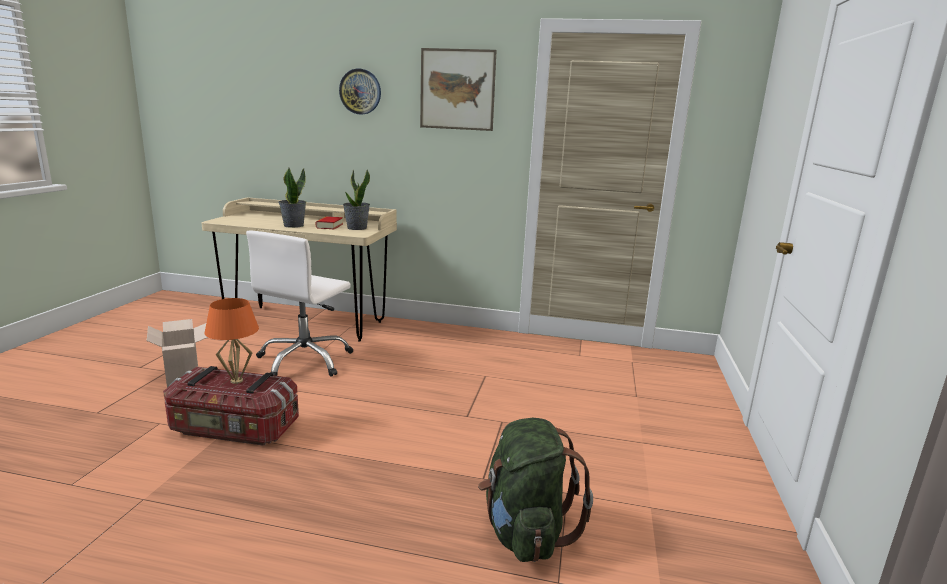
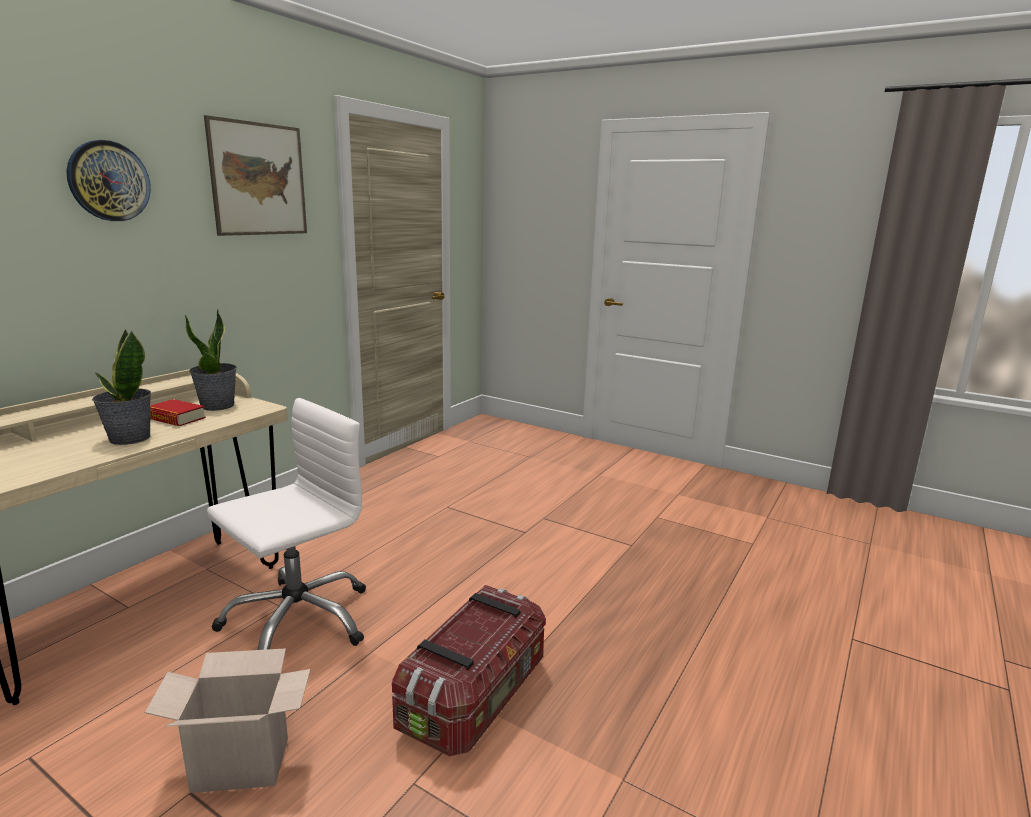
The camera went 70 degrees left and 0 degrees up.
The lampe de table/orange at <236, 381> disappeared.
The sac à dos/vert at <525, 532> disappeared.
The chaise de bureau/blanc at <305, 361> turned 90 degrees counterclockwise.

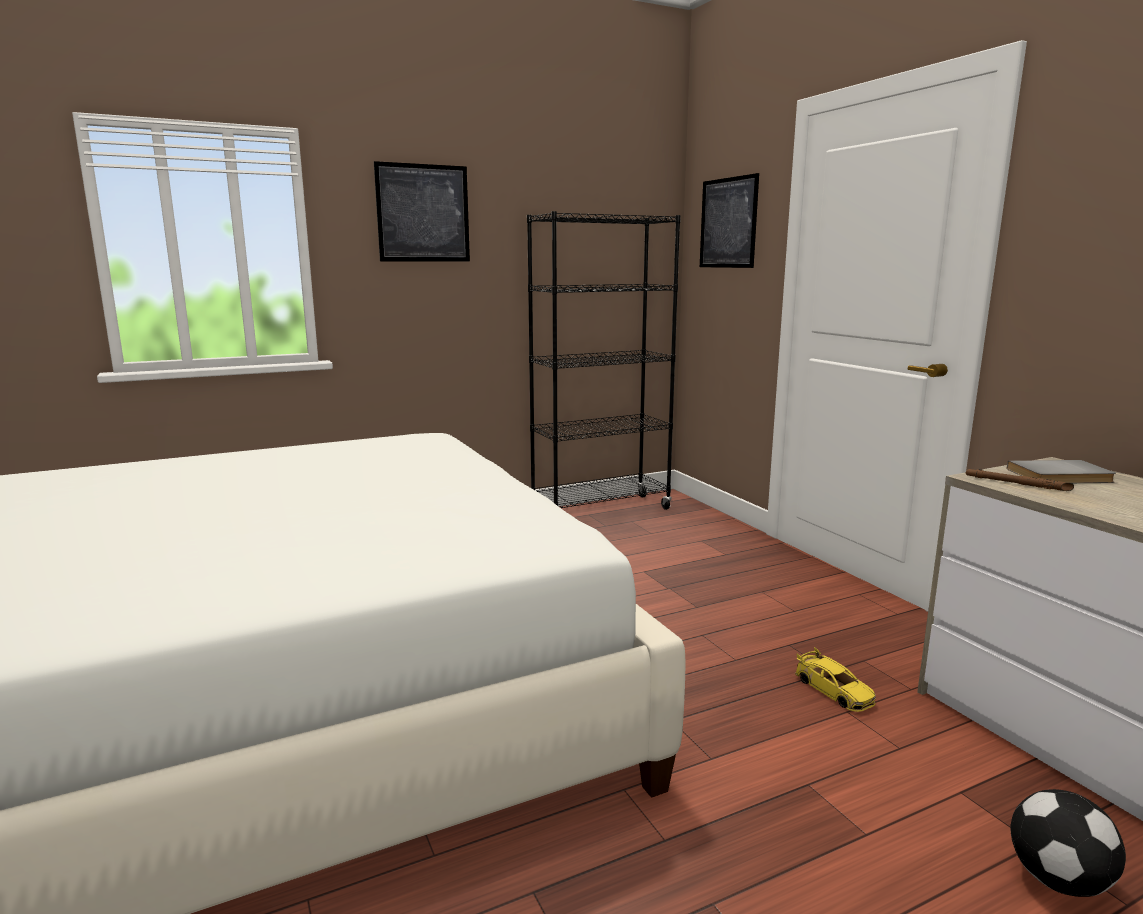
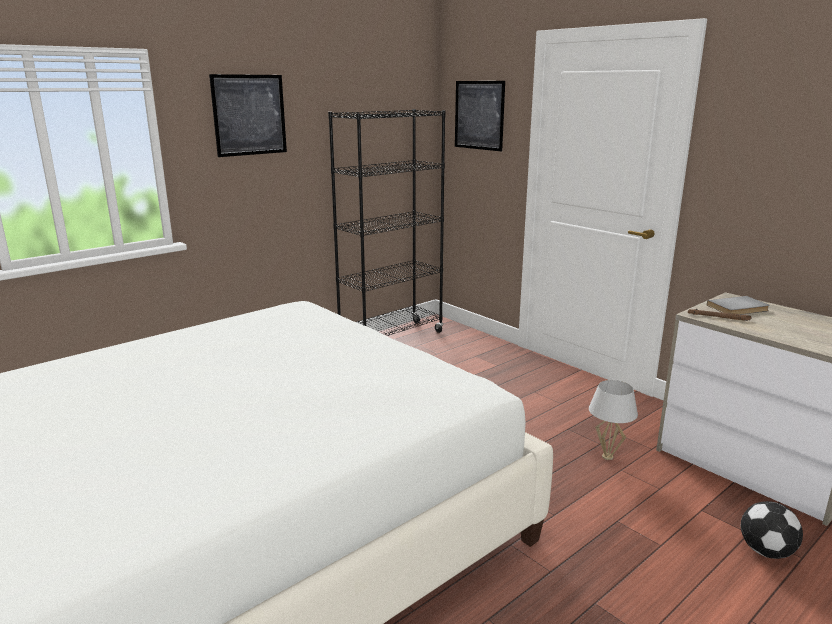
The camera went 15 degrees left and 5 degrees up.
The petite voiture/jaune at <833, 690> was replaced by the lampe de table/blanc at <607, 457>.

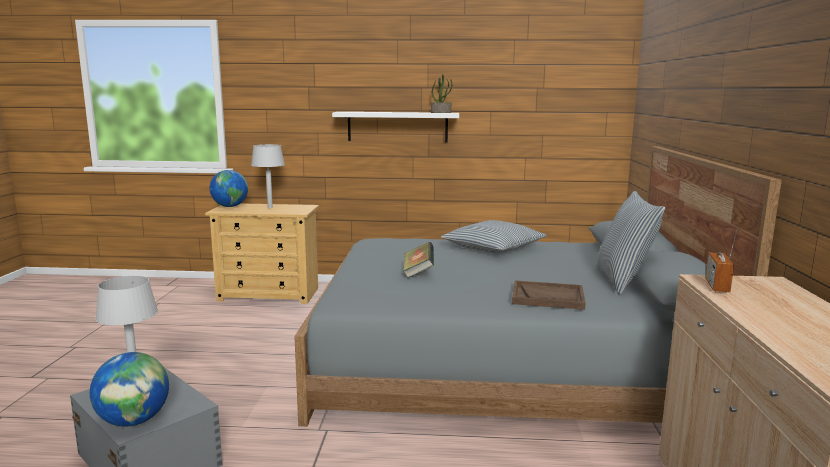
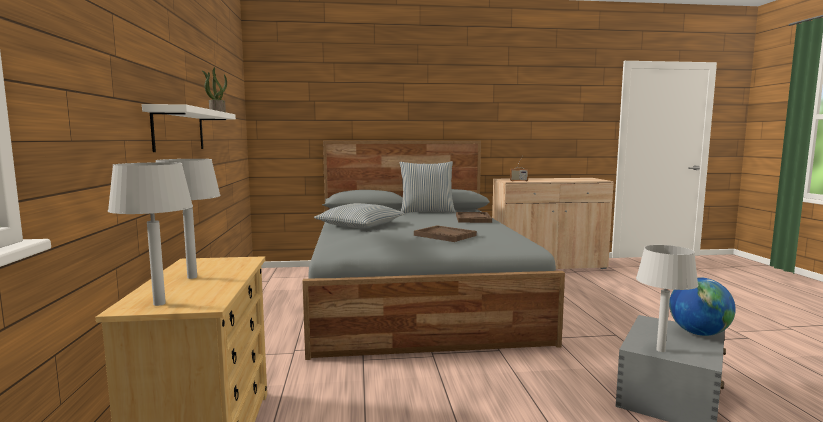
The camera went 100 degrees left and 5 degrees down.
The globe at <230, 206> was replaced by the lampe de table/gris at <159, 303>.
The livre at <418, 272> was replaced by the plateau/marron at <445, 235>.

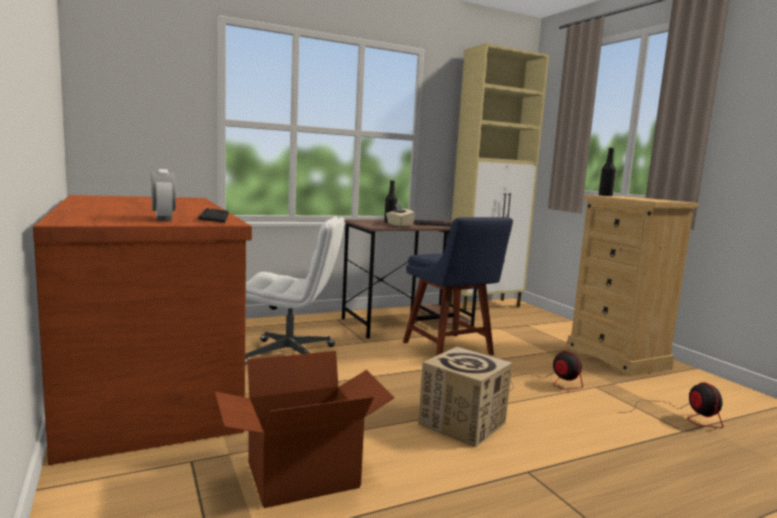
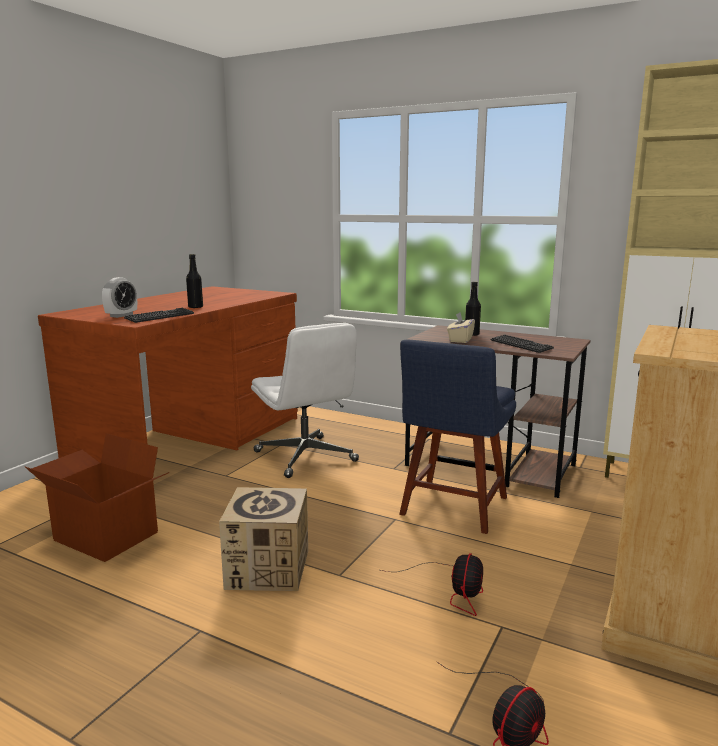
The camera went 55 degrees right and 5 degrees up.
The bouteille/noir moved from <605, 196> to <195, 307>.

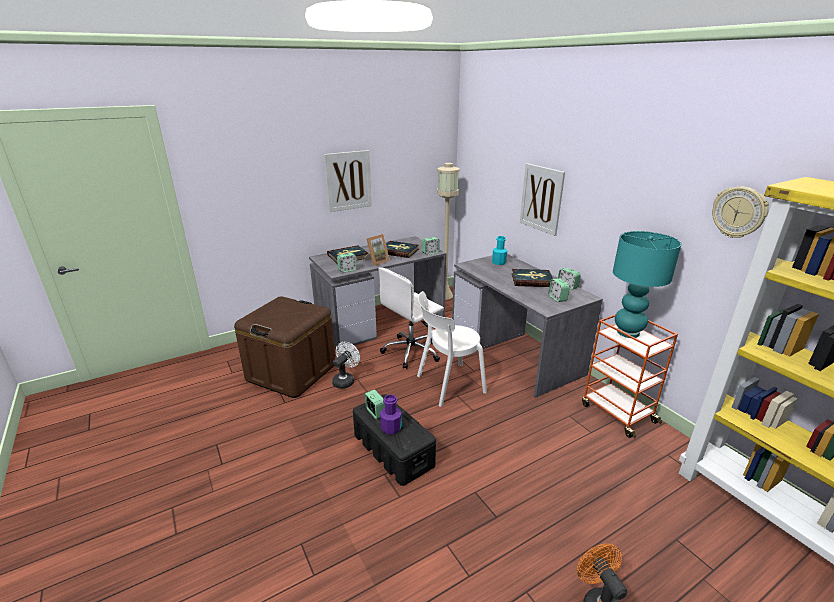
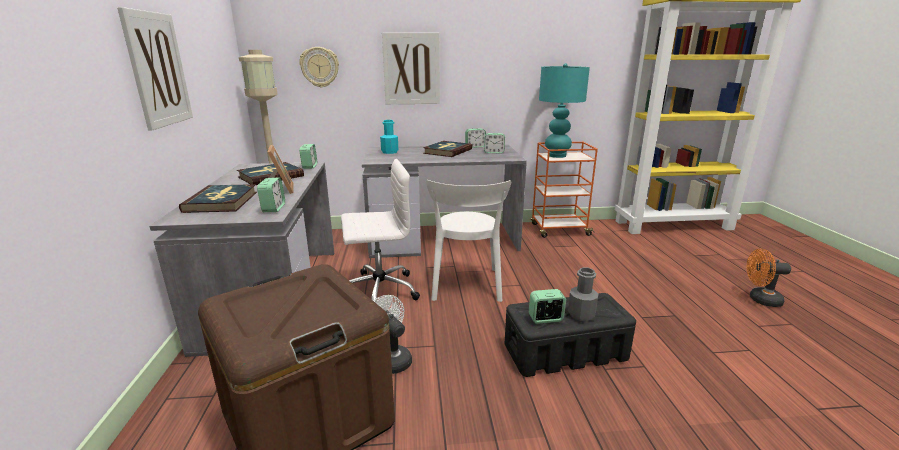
The camera went 65 degrees left and 5 degrees down.
The horloge murale moved from <739, 212> to <319, 67>.
The bouteille/violet at <391, 428> became the bouteille/gris at <581, 314>.
The chaise de bureau/blanc at <412, 351> turned 90 degrees counterclockwise.

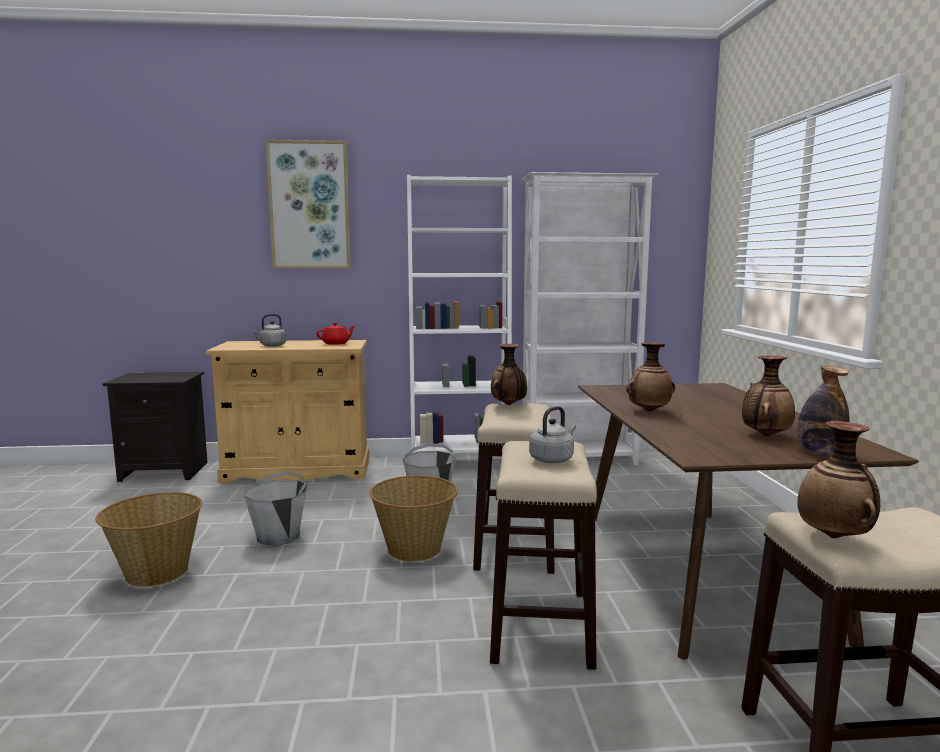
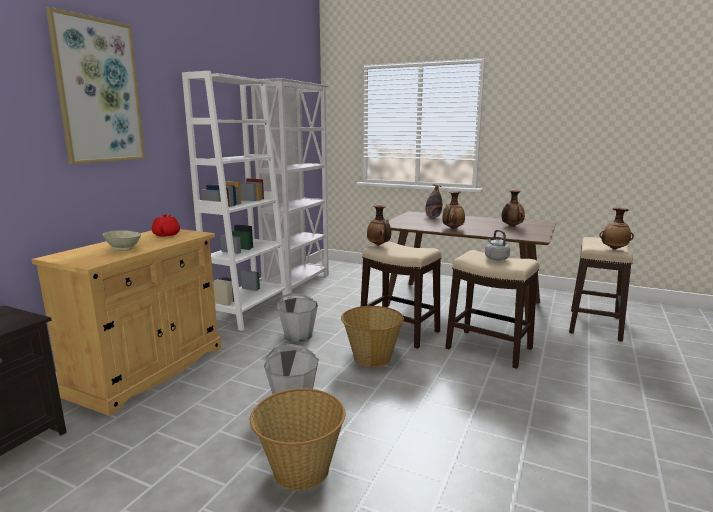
The camera went 60 degrees left and 5 degrees up.
The bouteille moved from <819, 453> to <433, 217>.
The bouilloire/gris at <271, 345> was replaced by the bol/beige at <124, 249>.

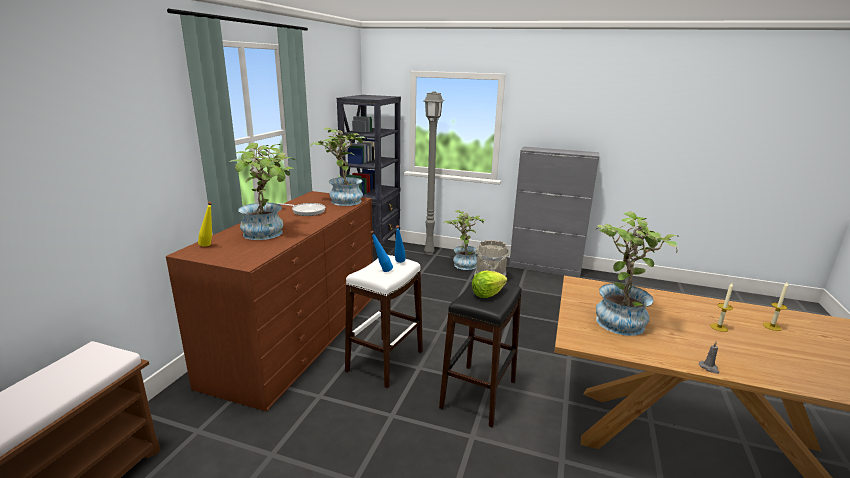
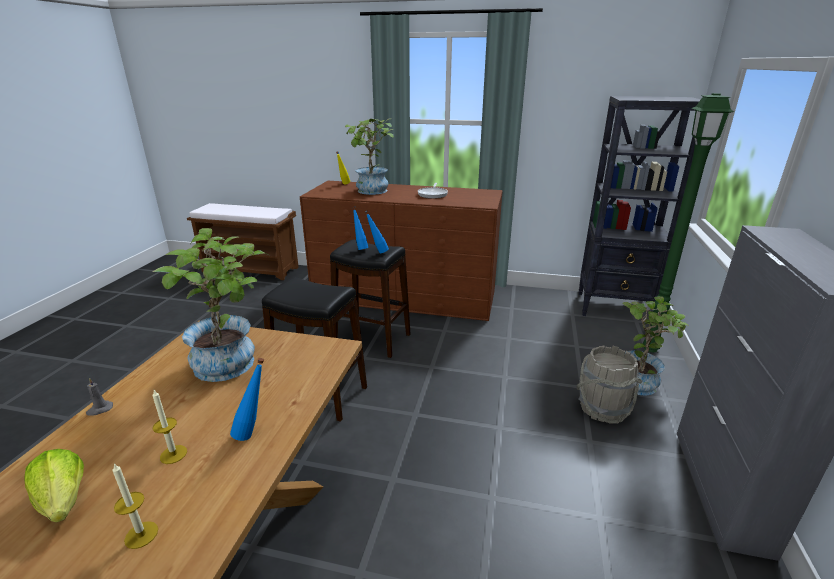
The camera went 85 degrees right and 5 degrees up.
The plante en pot at <342, 200> disappeared.
The bouteille/bleu at <254, 432> appeared.
The laitue moved from <487, 294> to <64, 501>.
The tabouret/blanc at <385, 361> became the tabouret/noir at <372, 339>.
The lampadaire/gris at <430, 252> became the lampadaire/vert at <651, 349>.

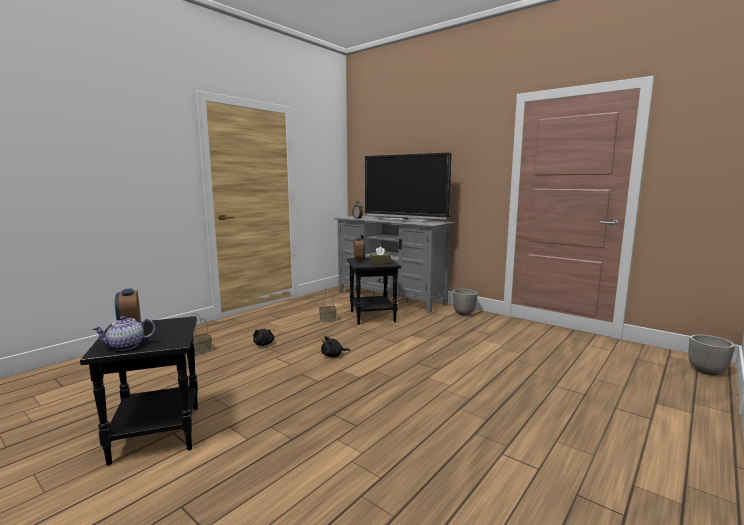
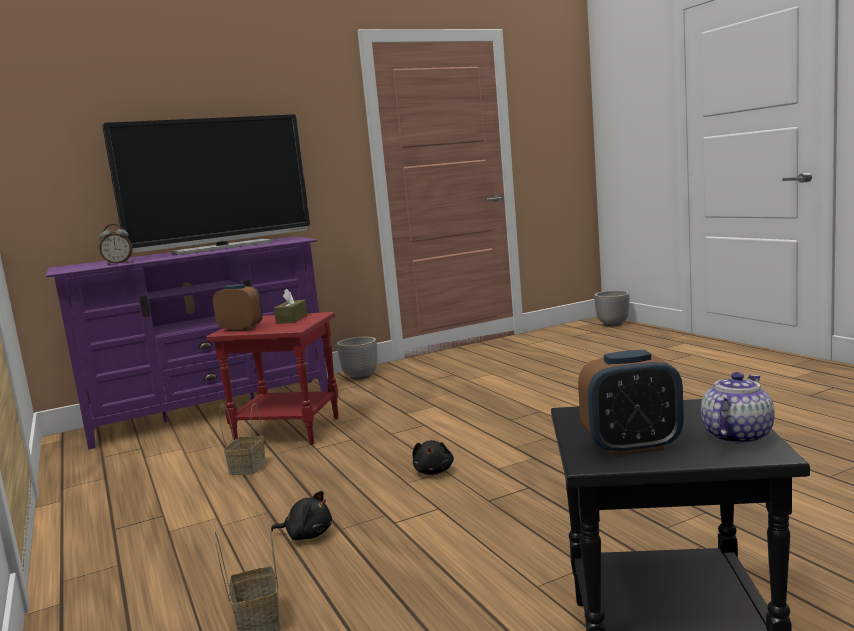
The camera went 65 degrees left and 0 degrees up.
The meuble télé/gris at <390, 298> became the meuble télé/violet at <211, 411>.
The table d'appoint/noir at <371, 316> became the table d'appoint/rouge at <286, 432>.
The théière at <126, 346> turned 135 degrees counterclockwise.

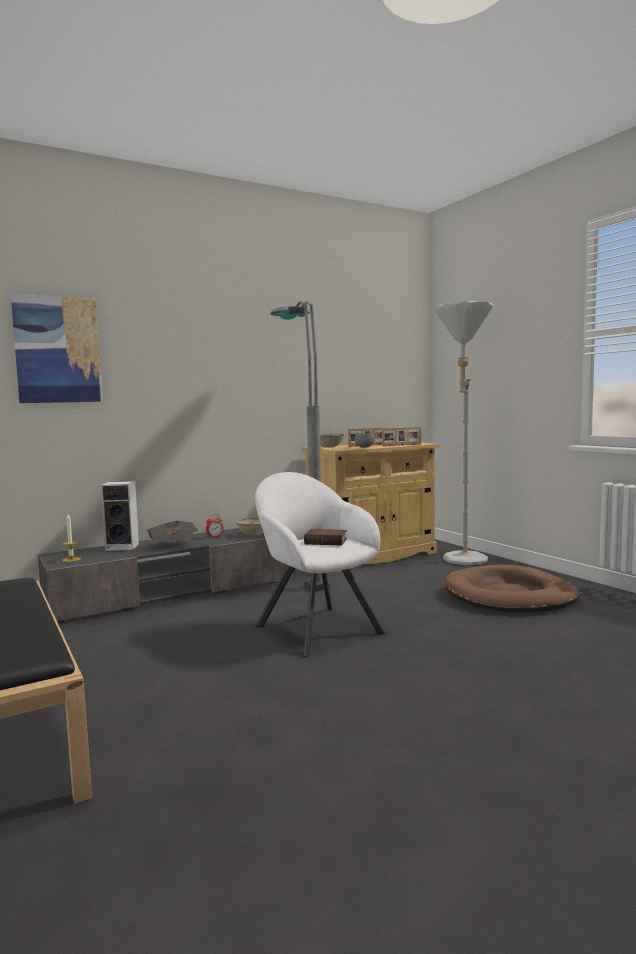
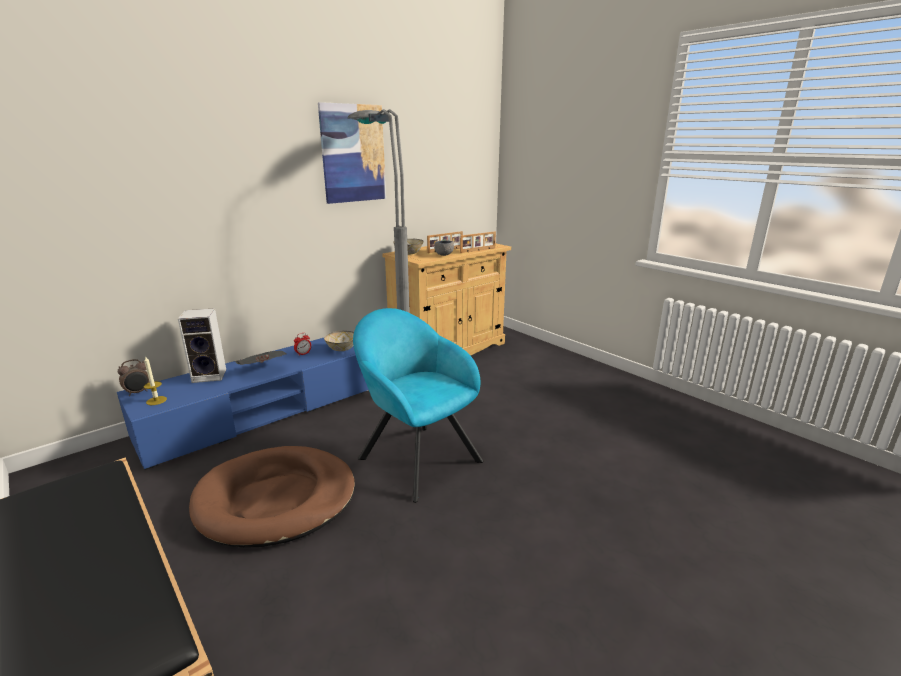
The camera went 10 degrees left and 15 degrees up.
The livre at <326, 541> disappeared.
The lampadaire/gris at <462, 562> disappeared.
The réveil at <138, 392> appeared.
The tableau moved from <58, 350> to <353, 154>.
The panier pour chien/marron moved from <510, 596> to <276, 499>.
The meuble télé/gris at <167, 593> became the meuble télé/bleu at <260, 413>.
The fauteuil/blanc at <315, 627> became the fauteuil/turquoise at <416, 456>.

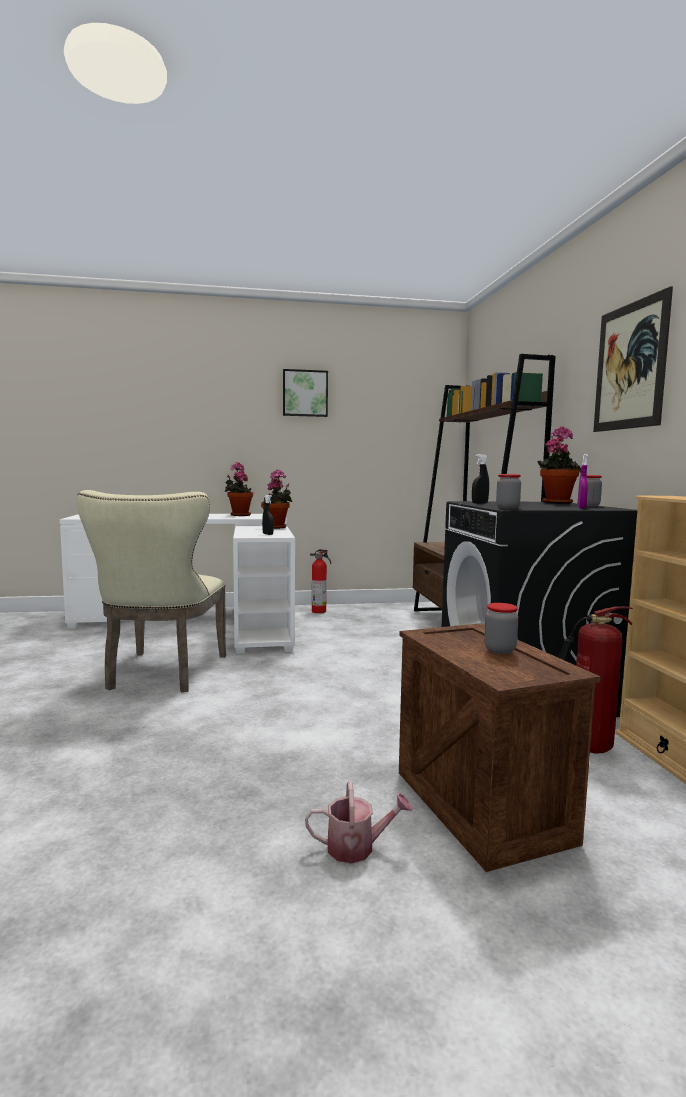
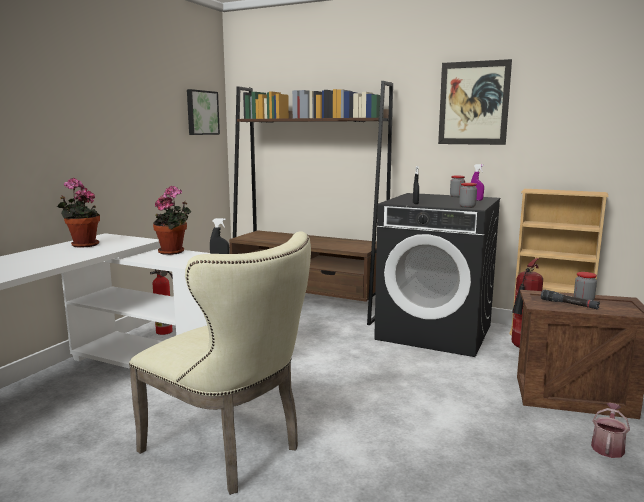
The camera went 55 degrees left and 5 degrees up.
The plante en pot at <556, 502> disappeared.
The lampe de poche/noir at <569, 304> appeared.
The tableau moved from <305, 393> to <201, 112>.

